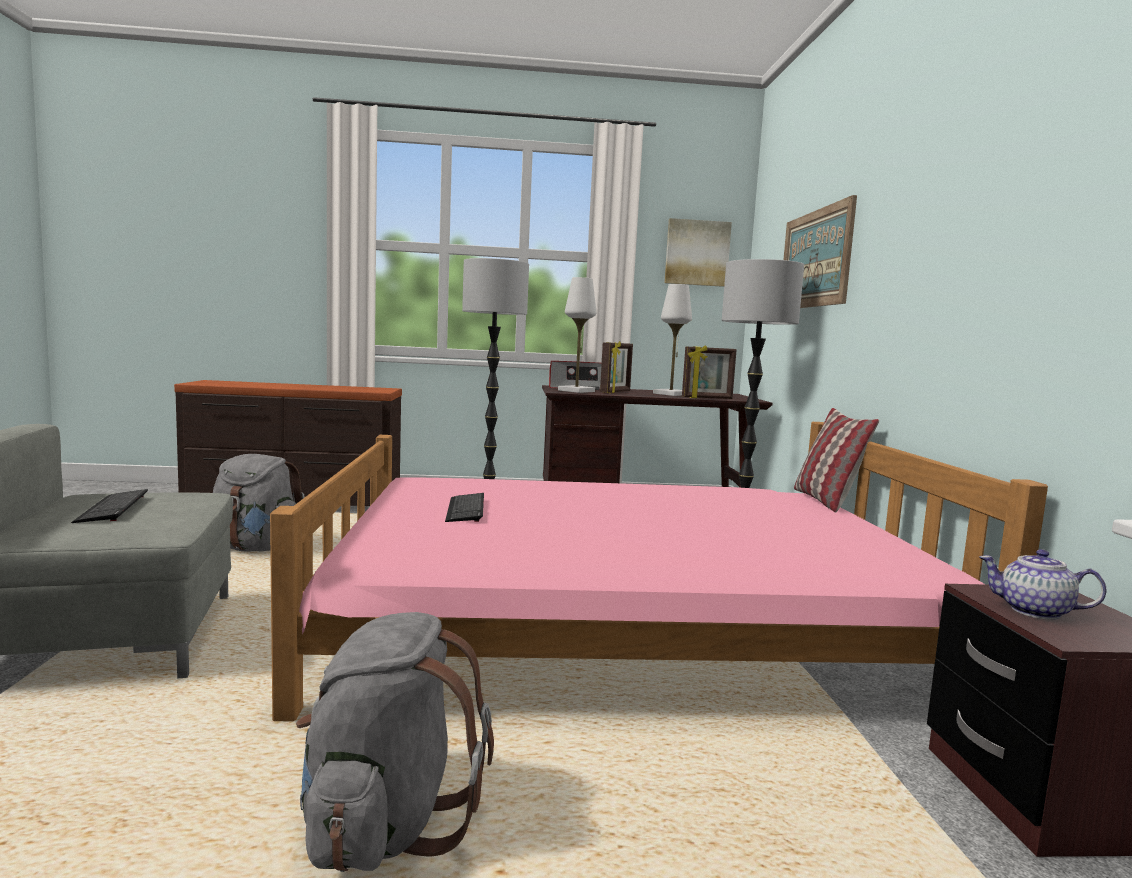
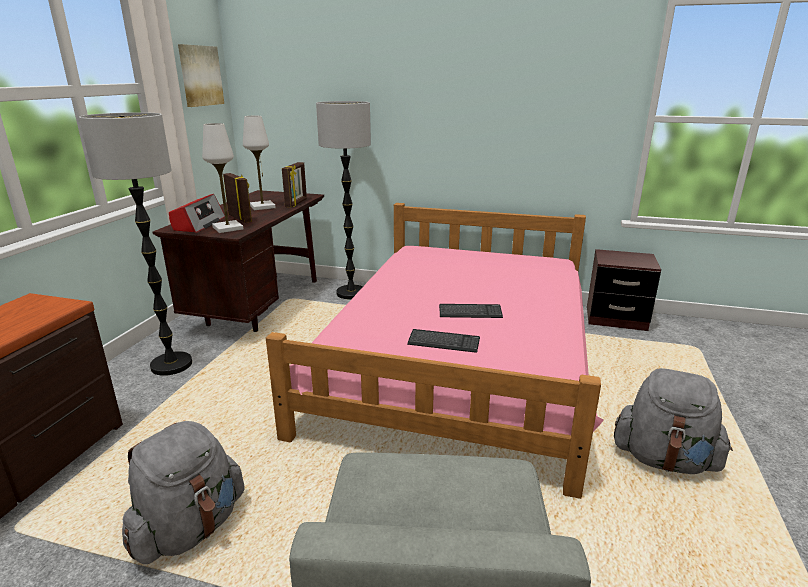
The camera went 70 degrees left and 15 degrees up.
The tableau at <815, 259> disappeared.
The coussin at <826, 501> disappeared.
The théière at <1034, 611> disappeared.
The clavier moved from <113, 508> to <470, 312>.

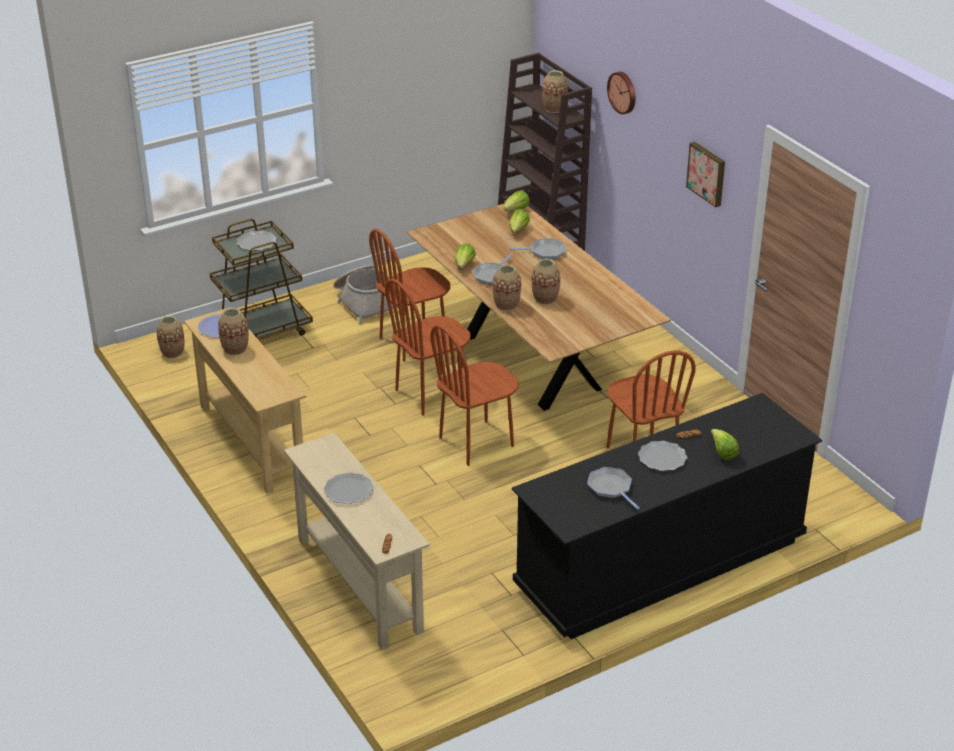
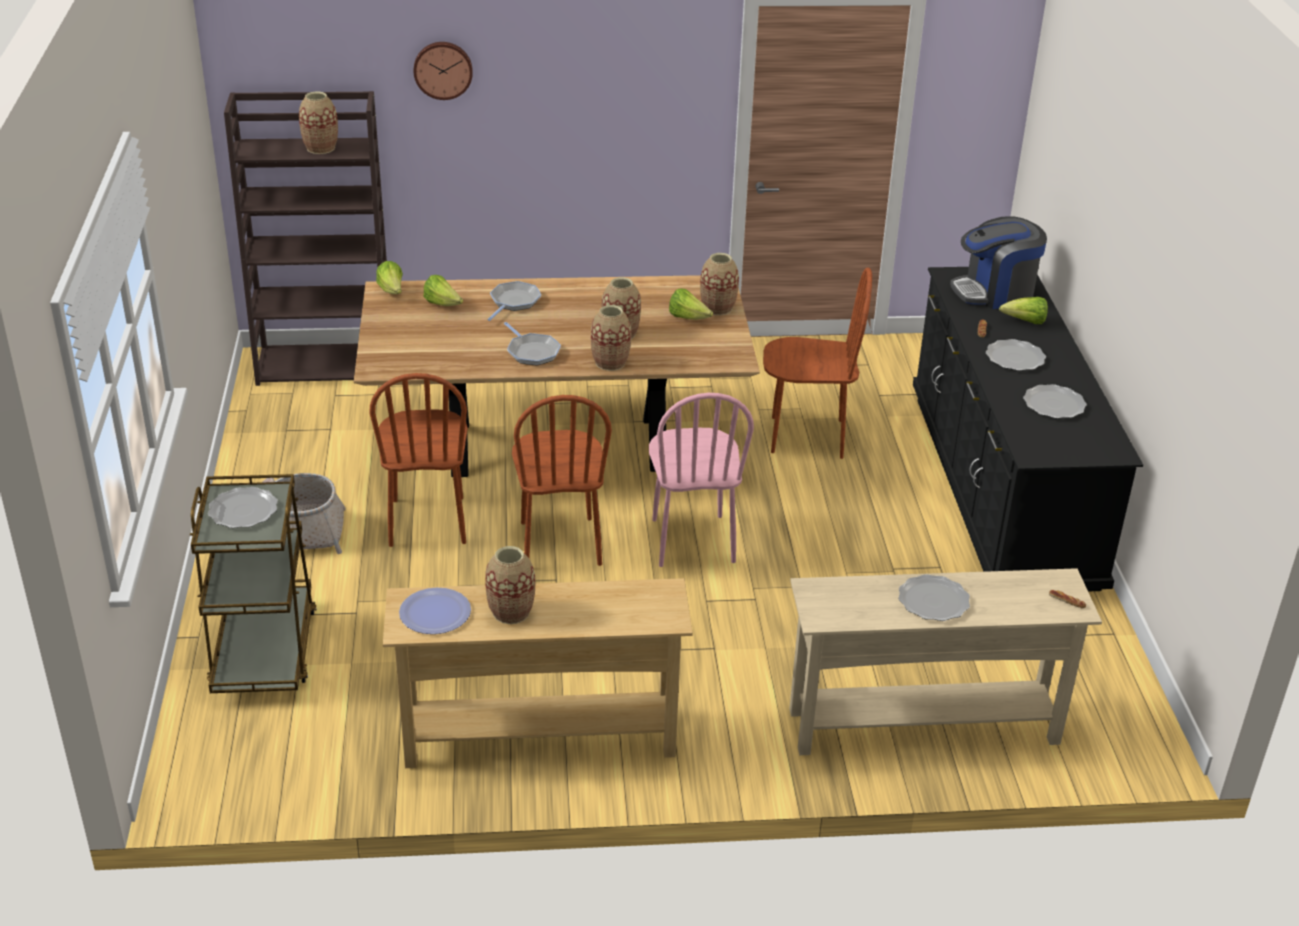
The camera went 65 degrees left and 0 degrees up.
The tableau at <707, 173> disappeared.
The machine à café at <995, 292> appeared.
The vase moved from <172, 352> to <717, 308>.
The laitue moved from <464, 265> to <688, 318>.
The poêle at <611, 488> was replaced by the assiette at <1054, 405>.
The chaise/marron at <476, 442> became the chaise/rose at <692, 541>.

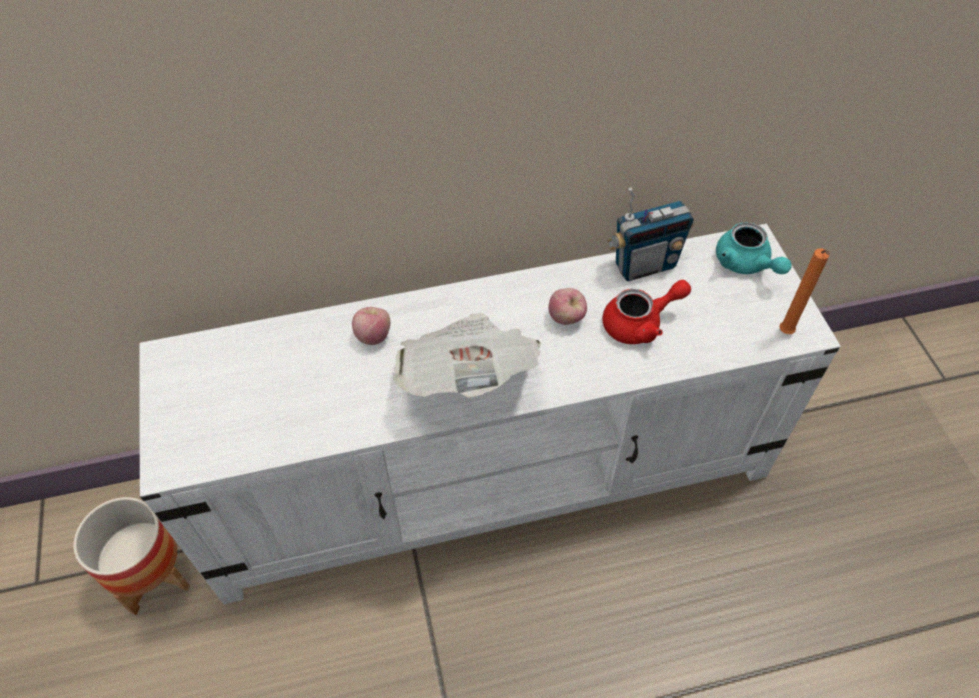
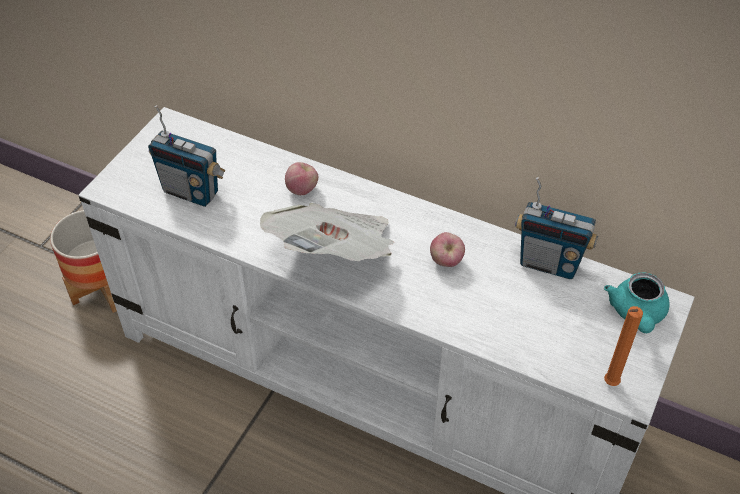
The camera went 40 degrees right and 5 degrees down.
The théière/rouge at <640, 324> disappeared.
The radio at <191, 192> appeared.

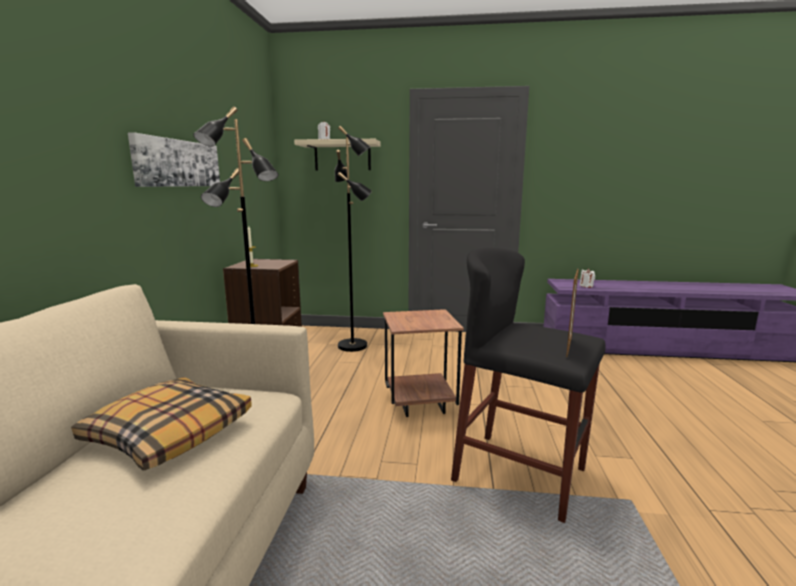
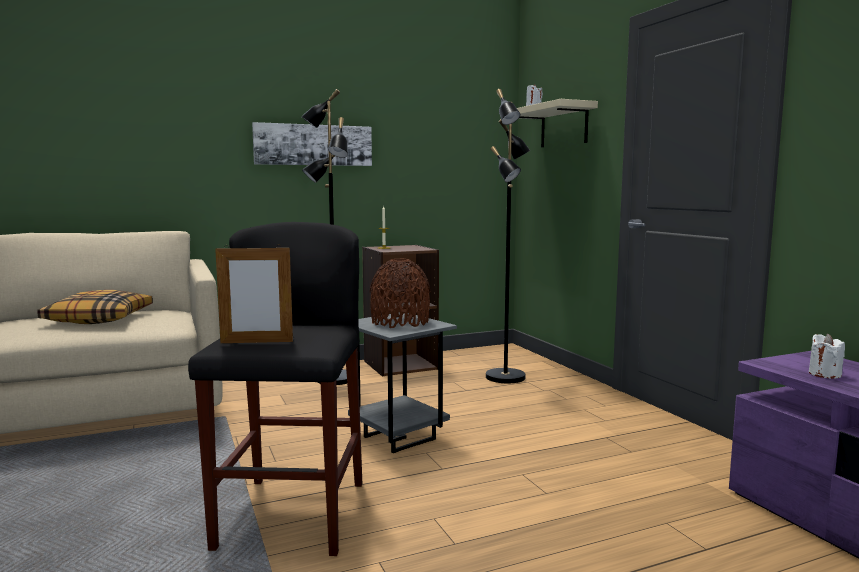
The camera went 60 degrees right and 5 degrees down.
The vase/marron at <400, 322> appeared.
The table d'appoint/marron at <420, 405> became the table d'appoint/gris at <400, 437>.

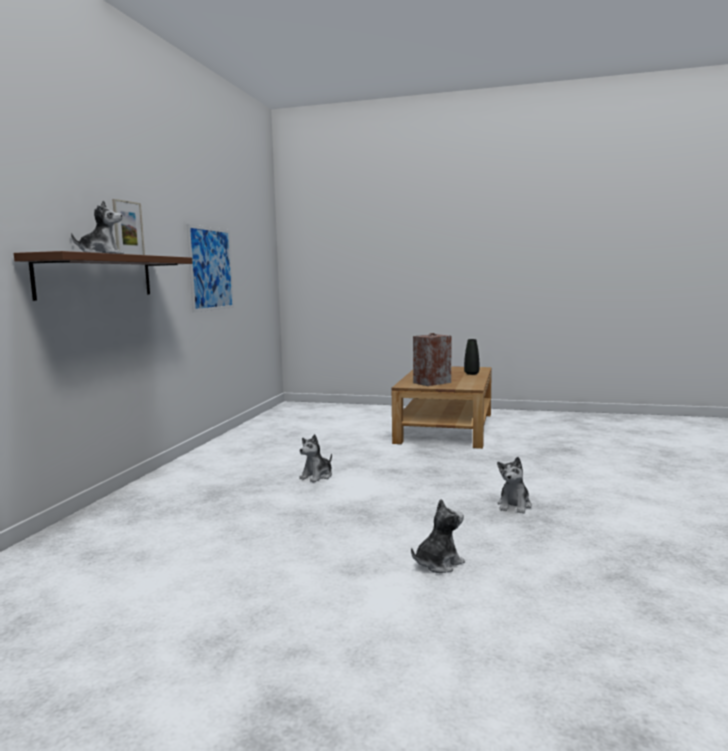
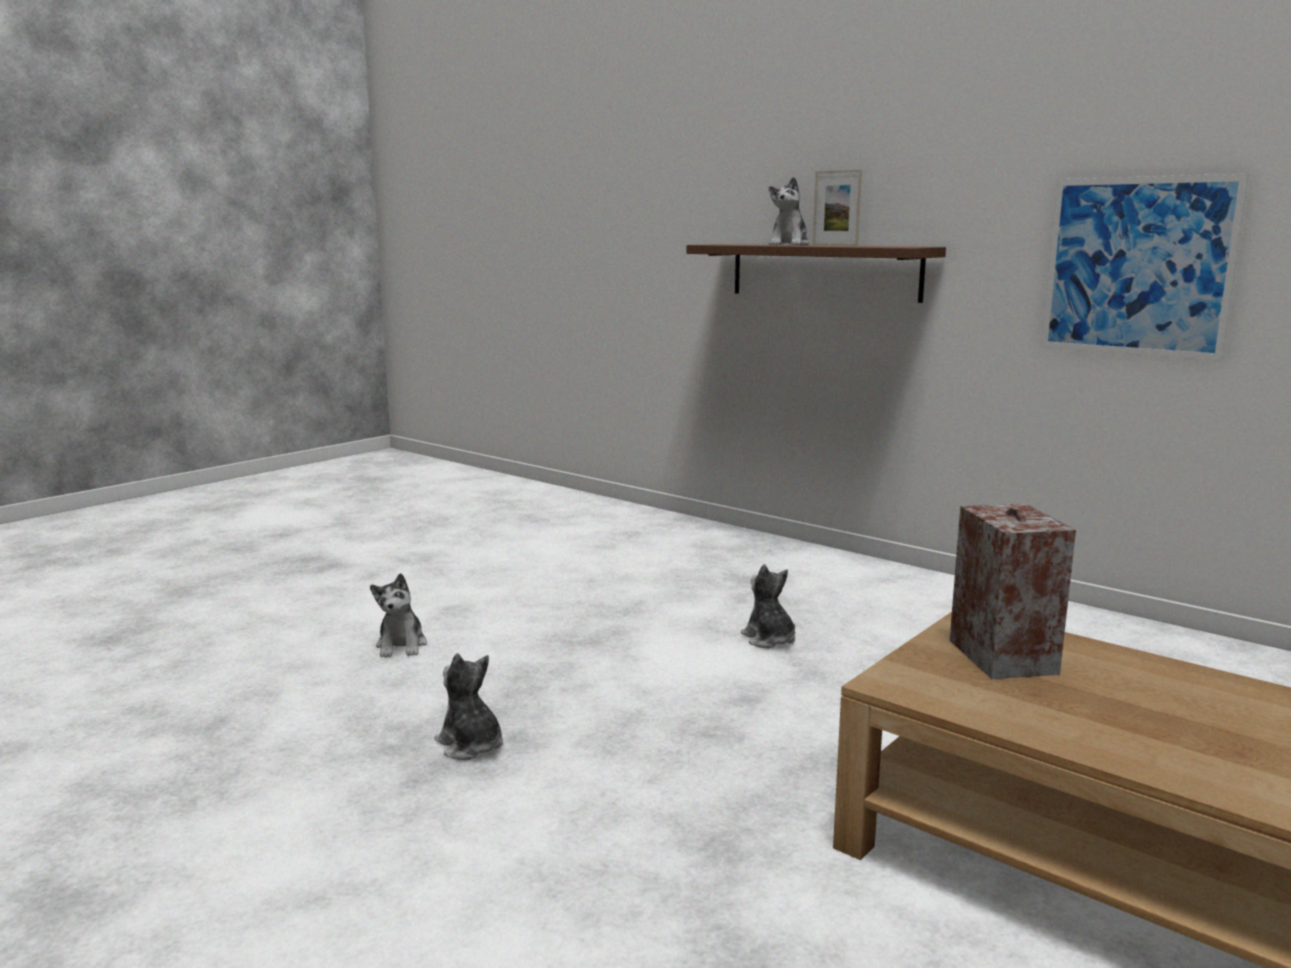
The camera went 115 degrees right and 5 degrees up.
The vase/noir at <471, 373> disappeared.

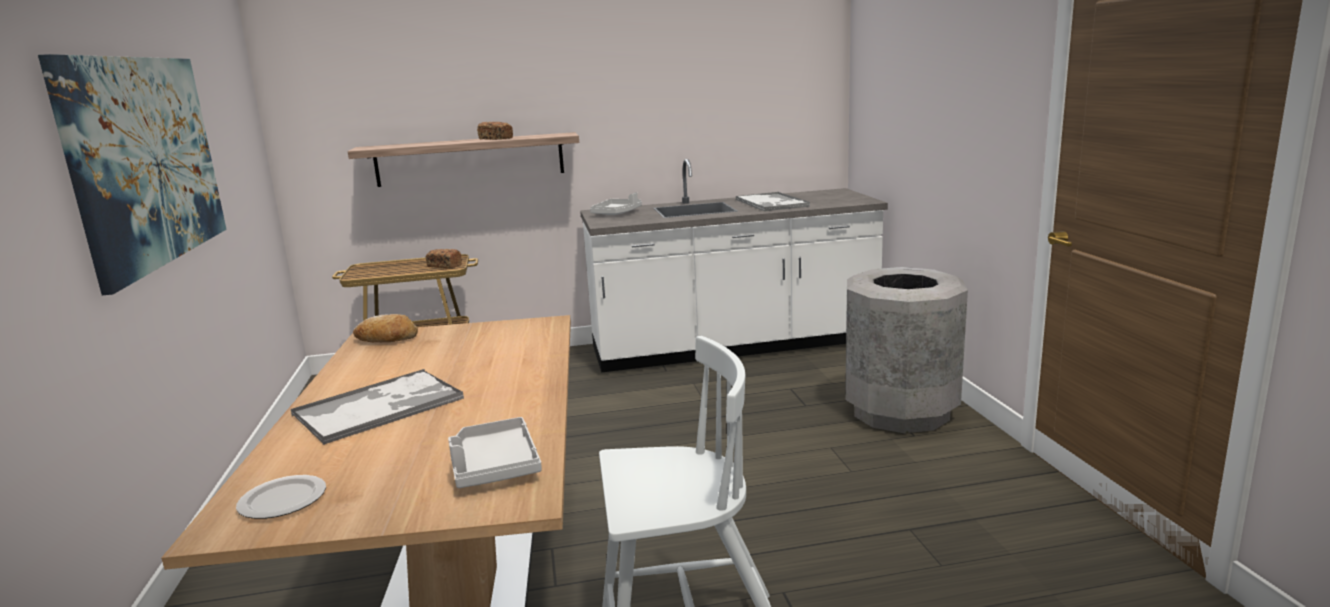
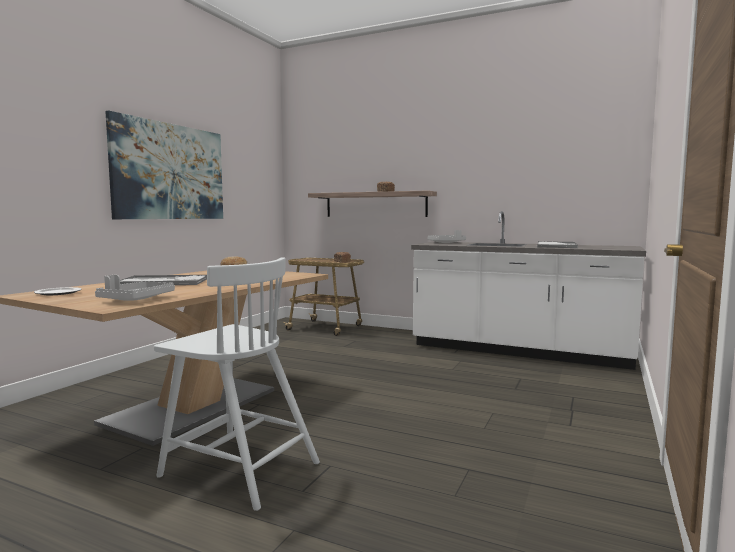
The camera went 35 degrees right and 10 degrees down.
The poubelle/gris at <901, 412> disappeared.

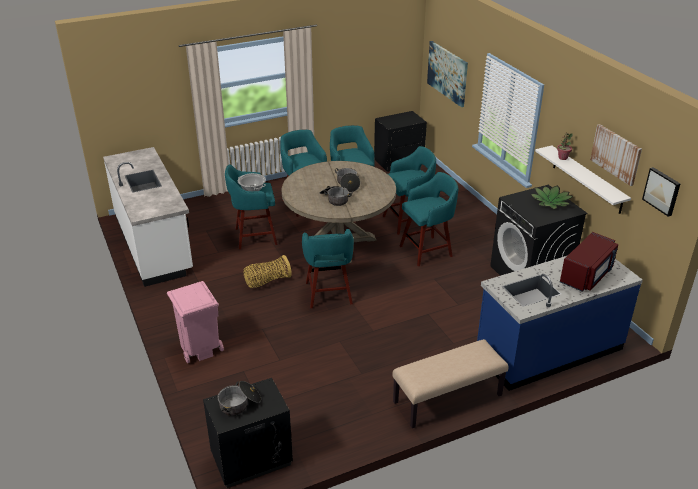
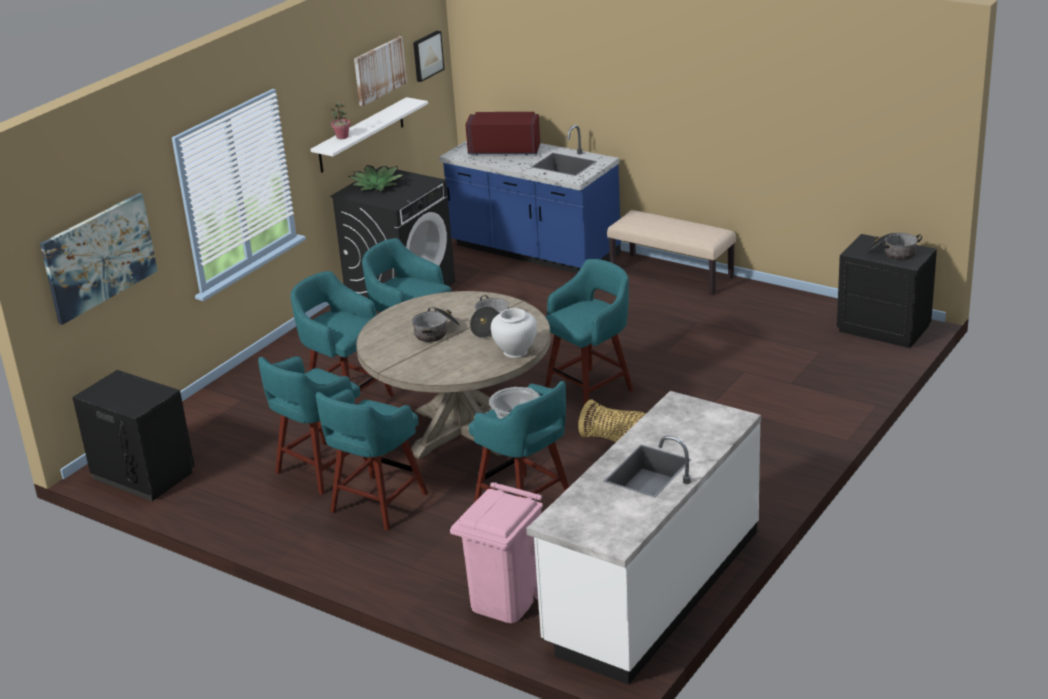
The camera went 120 degrees left and 5 degrees down.
The vase/blanc at <515, 352> appeared.
The poubelle/rose moved from <199, 348> to <505, 601>.

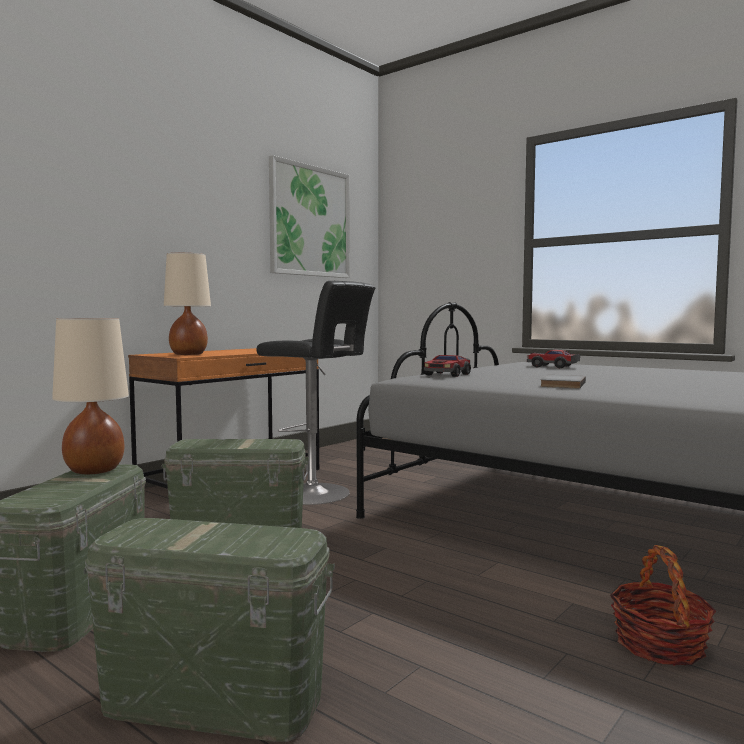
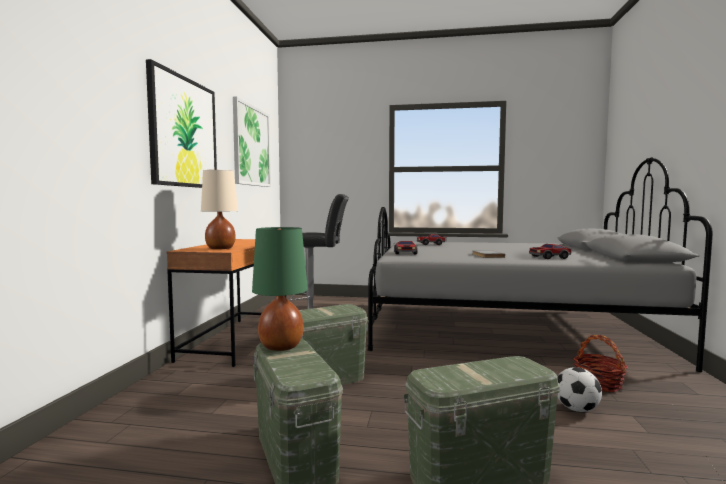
The camera went 30 degrees left and 0 degrees up.
The tableau at <184, 132> appeared.
The petite voiture at <550, 257> appeared.
The ballon de foot at <577, 409> appeared.
The lampe de table/beige at <94, 470> became the lampe de table/vert at <281, 346>.

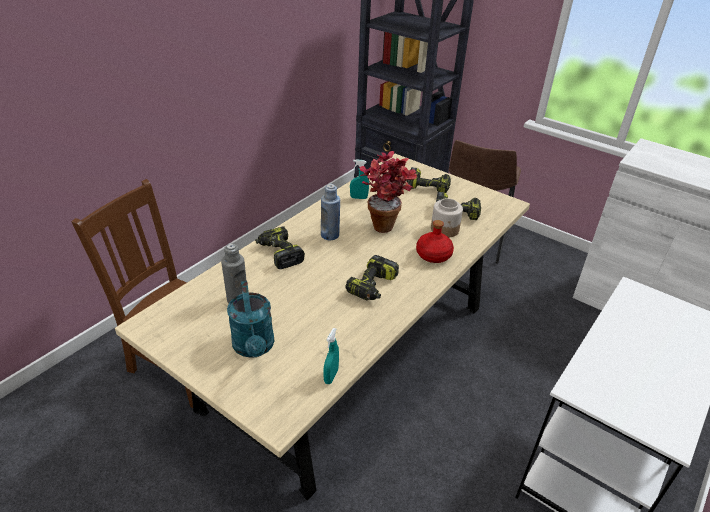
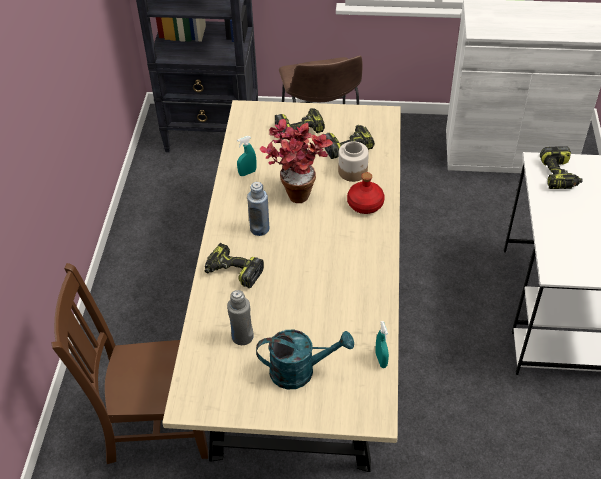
The camera went 30 degrees left and 10 degrees up.
The perceuse moved from <373, 287> to <559, 175>.
The arrosoir/turquoise at <254, 348> turned 45 degrees counterclockwise.

